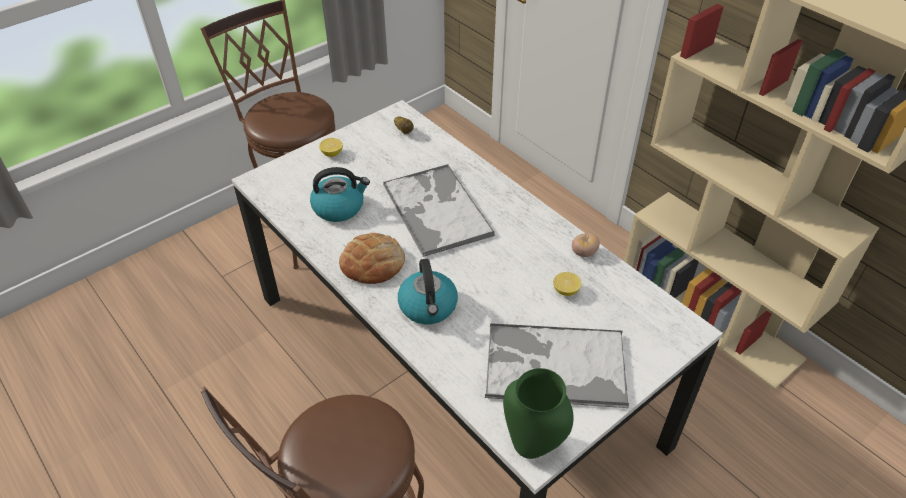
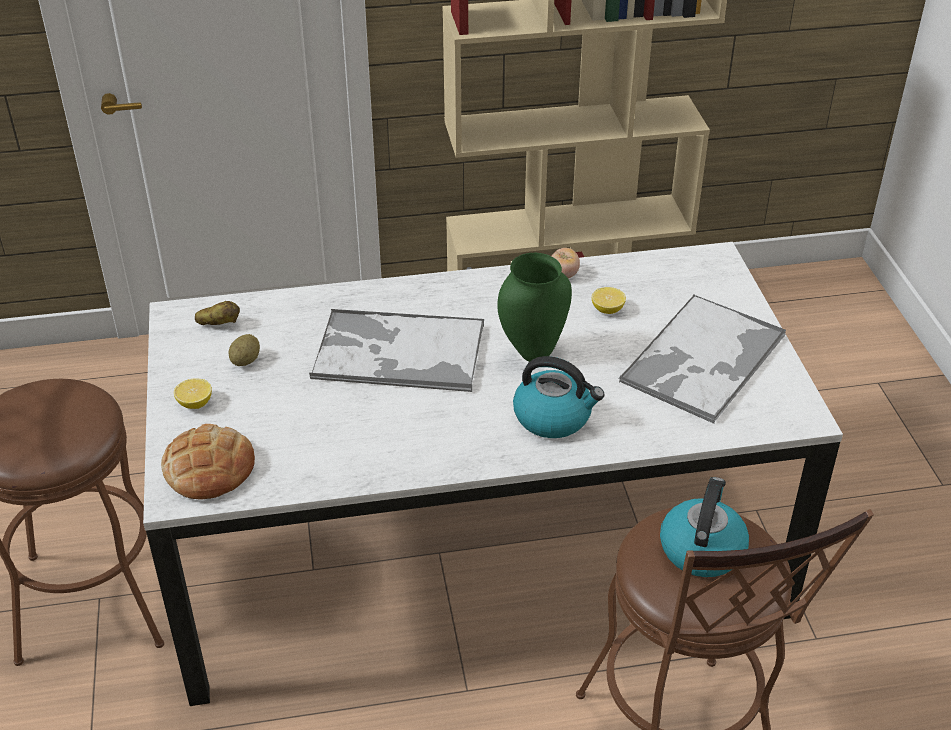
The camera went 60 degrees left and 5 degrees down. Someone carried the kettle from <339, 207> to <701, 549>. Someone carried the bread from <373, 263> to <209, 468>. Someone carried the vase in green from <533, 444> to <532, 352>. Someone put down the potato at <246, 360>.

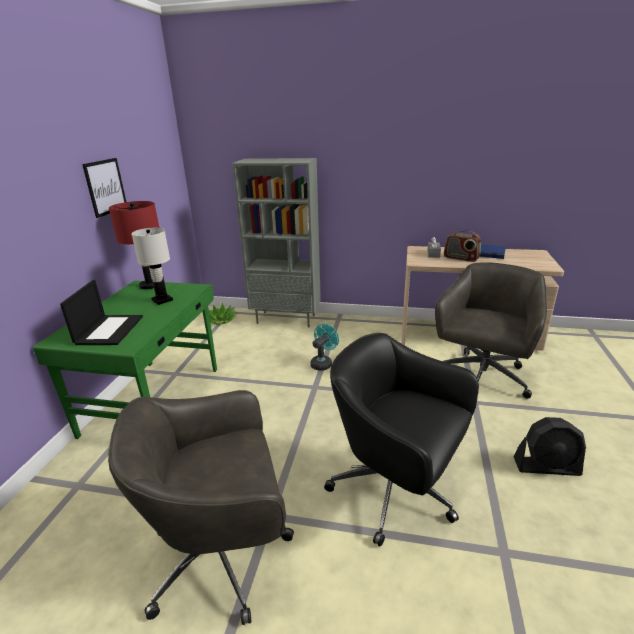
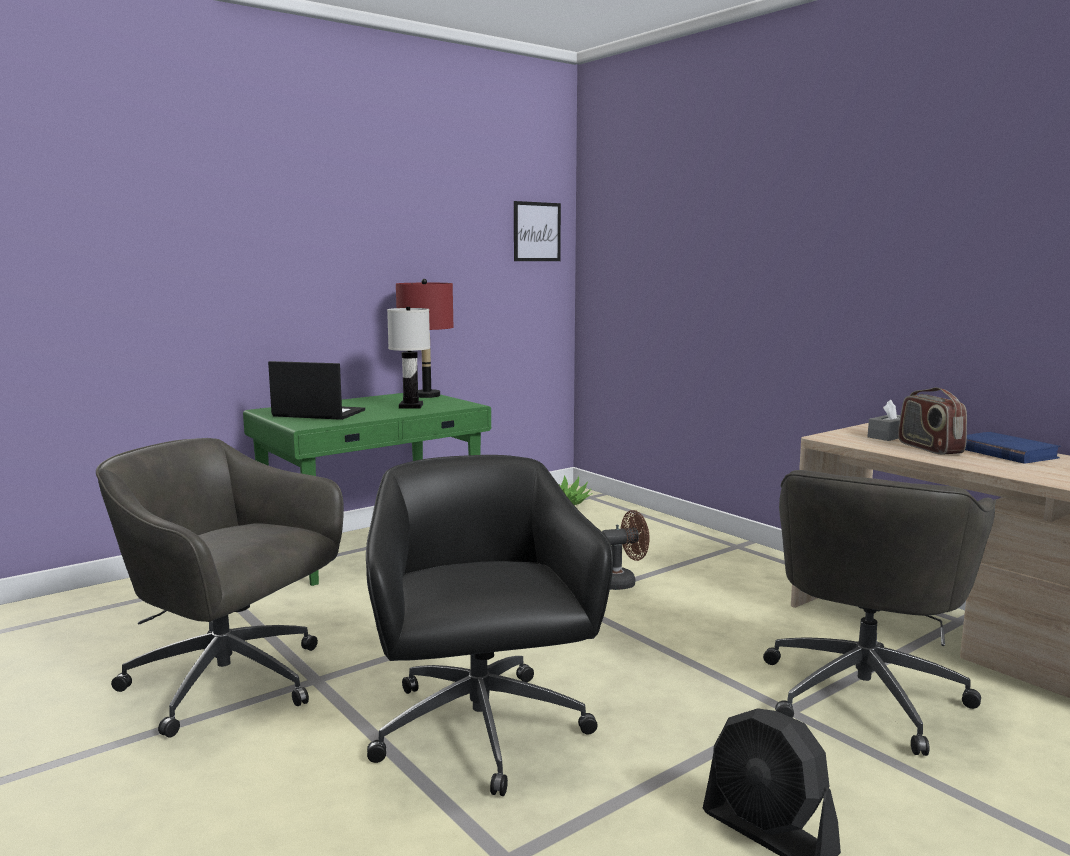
The camera went 40 degrees right and 15 degrees down. Someone carried the picture from <105, 187> to <537, 231>. Someone took away the bookcase in grey at <286, 319>. Someone rotated the office chair in grey at <481, 379> by 135 degrees clockwise. Someone rotated the laptop at <109, 330> by 120 degrees counterclockwise. Someone repainted the fan in turquoise at <323, 363>, which became the fan in brown at <622, 582>.

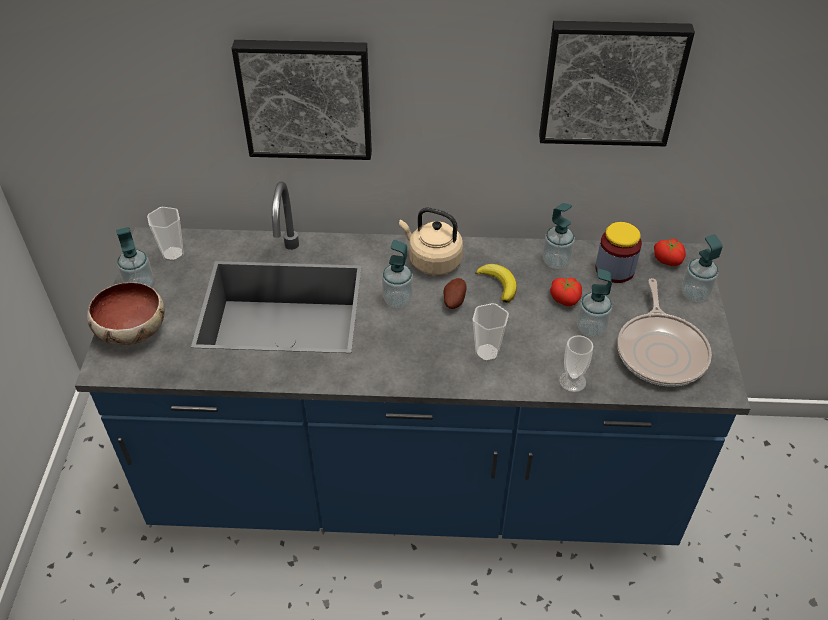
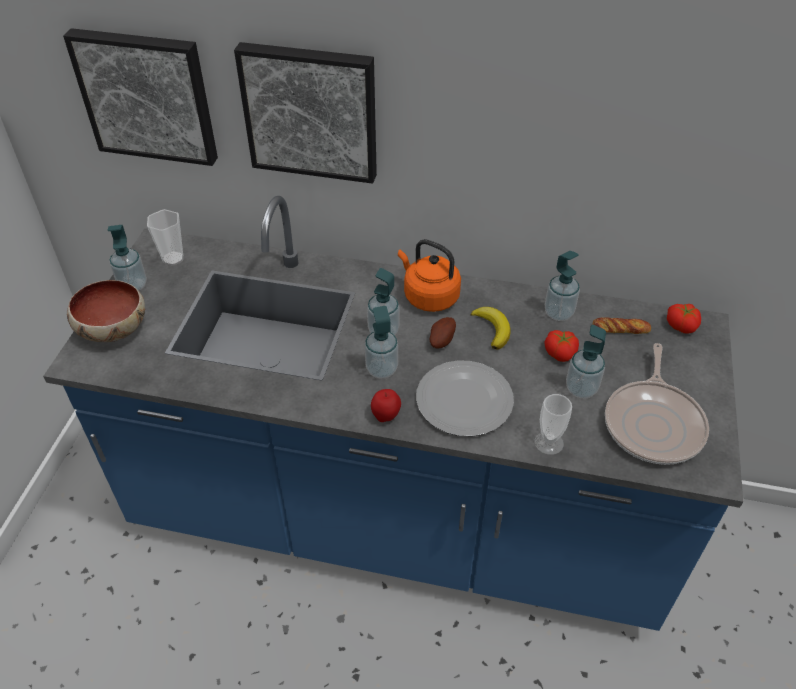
The camera went 10 degrees right and 0 degrees up. Someone carried the picture from <611, 81> to <147, 95>. Someone repainted the kettle in beige at <432, 261>, which became the kettle in orange at <428, 296>. Someone swapped the jar at <614, 269> for the bread at <620, 329>. Someone carried the soap dispenser from <694, 294> to <381, 369>. Someone swapped the cup at <487, 353> for the plate at <463, 399>. Someone put down the apple at <386, 416>.

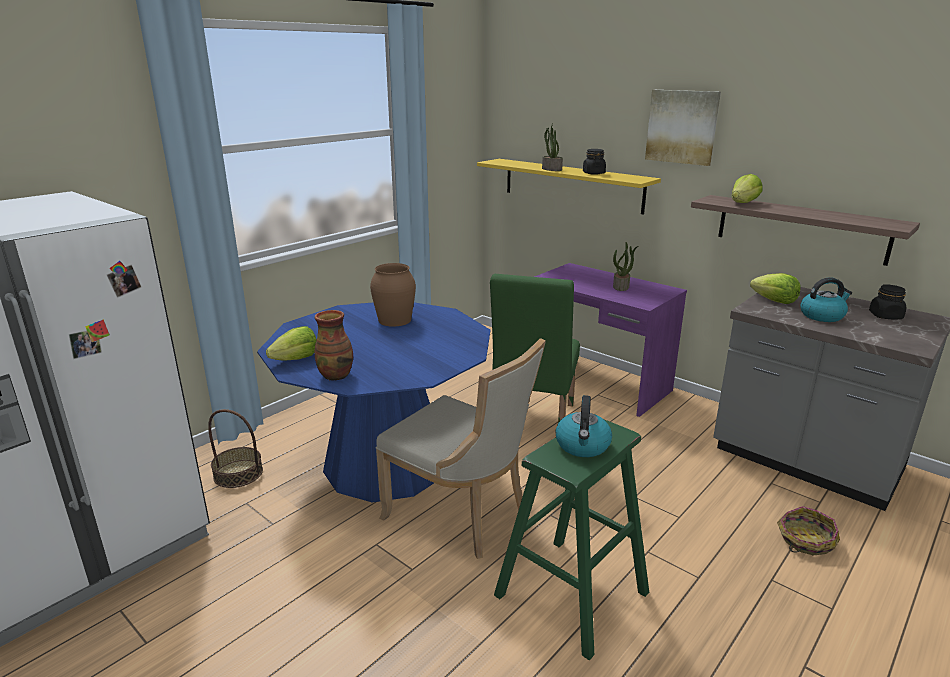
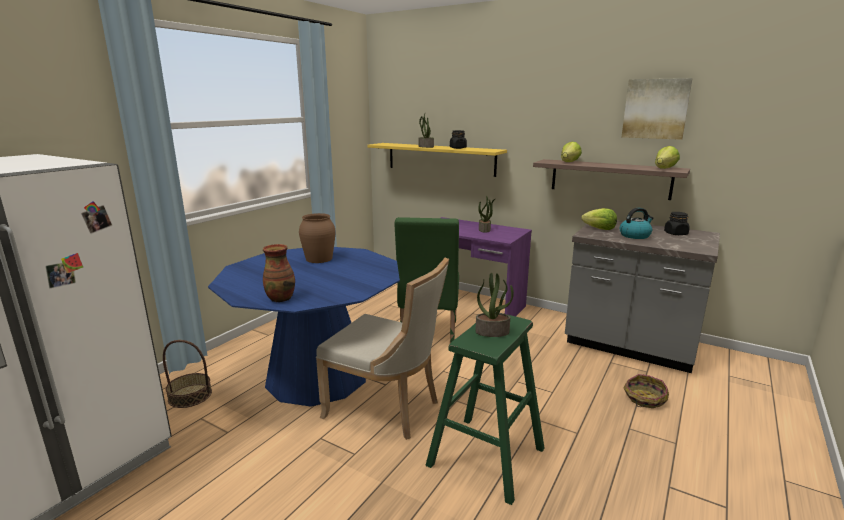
The camera went 10 degrees left and 5 degrees down. Someone carried the picture from <682, 127> to <655, 109>. Someone carried the lettuce from <296, 359> to <664, 169>. Someone swapped the kettle at <583, 446> for the potted plant at <492, 332>.

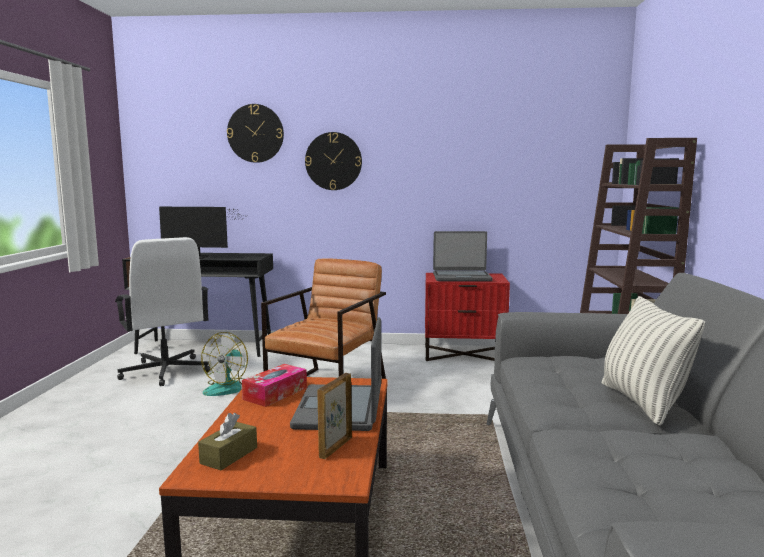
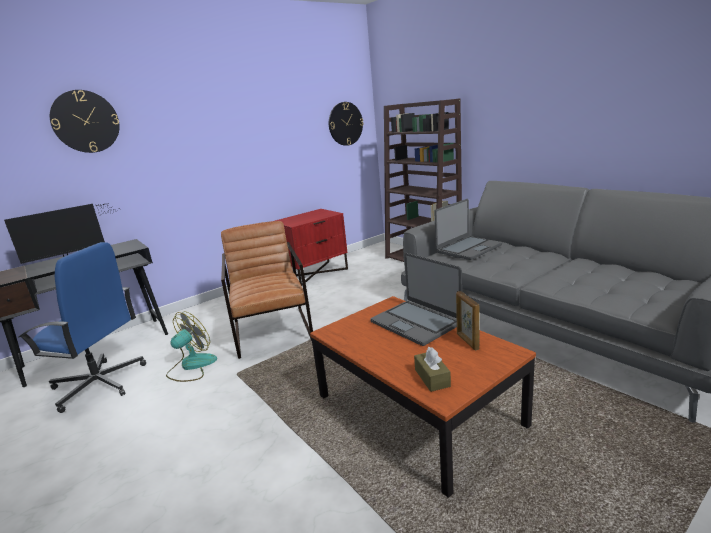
The camera went 40 degrees left and 10 degrees up. Someone carried the wall clock from <333, 161> to <345, 124>. Someone carried the laptop from <461, 277> to <468, 248>. Someone repainted the office chair in white at <165, 372>, which became the office chair in blue at <99, 384>. Someone took away the pillow at <642, 402>. Someone rotated the fan at <228, 387> by 120 degrees counterclockwise. Someone took away the tissue box at <275, 393>.

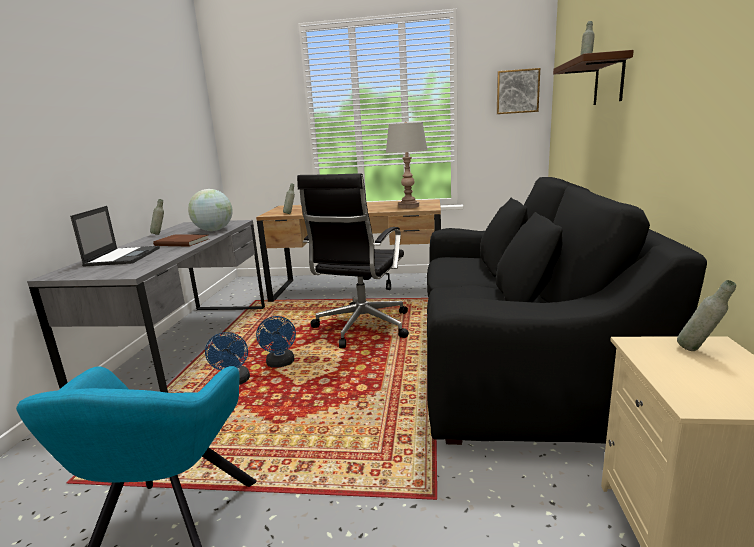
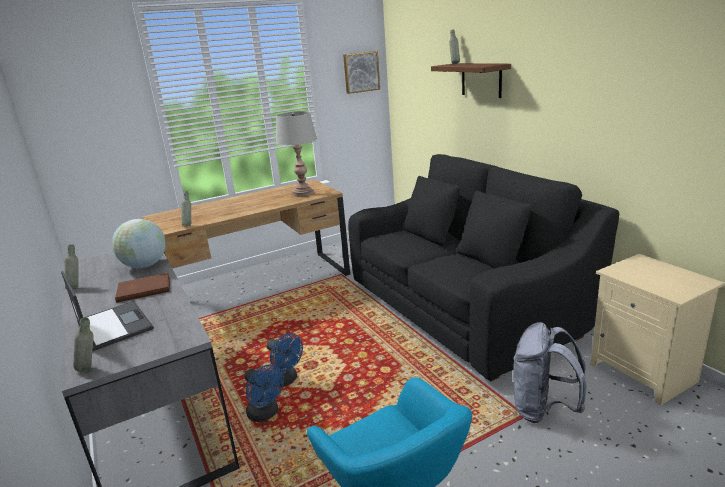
The camera went 35 degrees left and 5 degrees up. Someone took away the office chair in black at <361, 327>. Someone carried the bottle in grey from <698, 351> to <90, 369>. Someone put down the backpack in grey at <543, 409>.

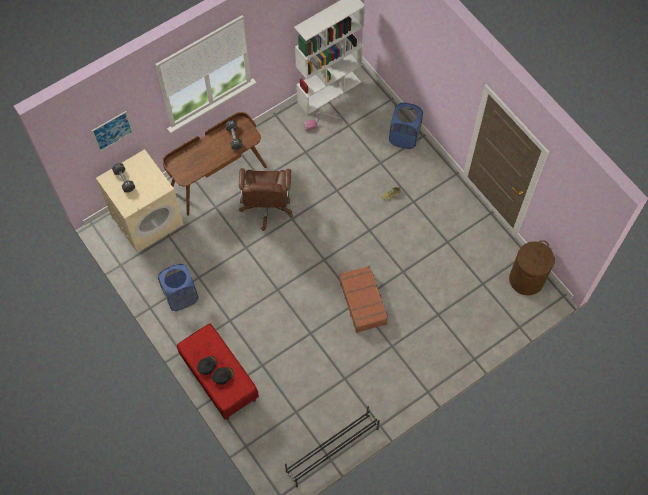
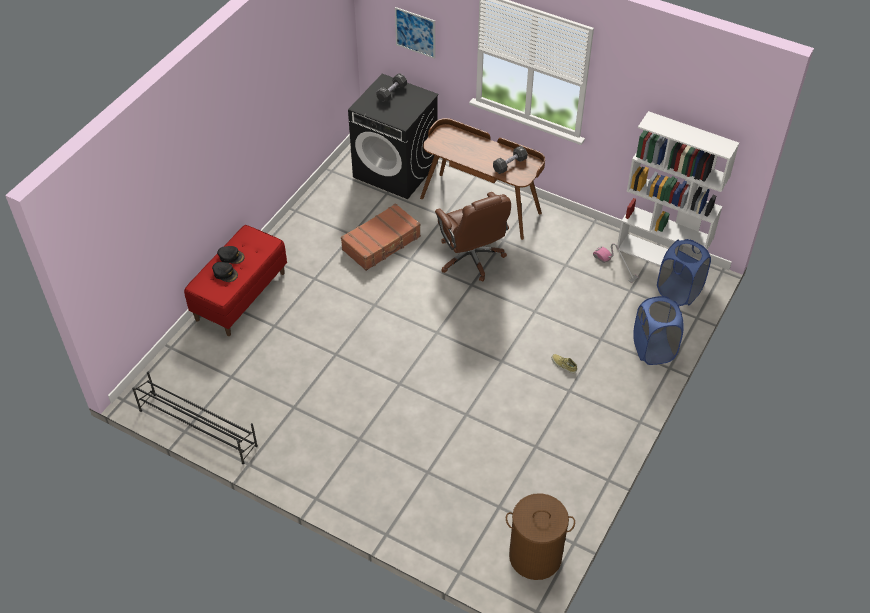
The camera went 65 degrees right and 15 degrees down. Someone repainted the washing machine in beige at <147, 219>, which became the washing machine in black at <396, 170>. Someone rotated the office chair in brown at <267, 207> by 90 degrees counterclockwise. Someone carried the laundry basket in blue from <181, 296> to <678, 291>. Someone carried the suitcase in brown from <363, 301> to <382, 243>.

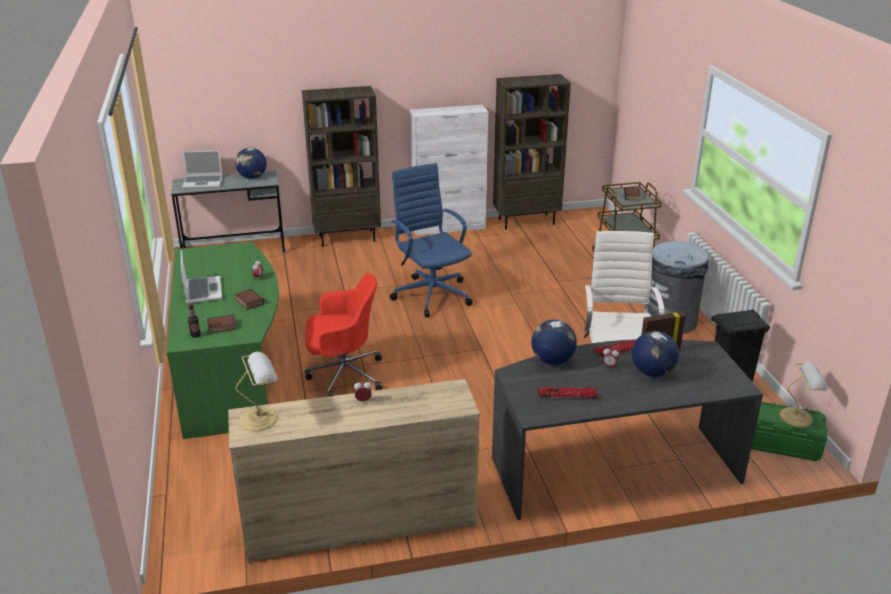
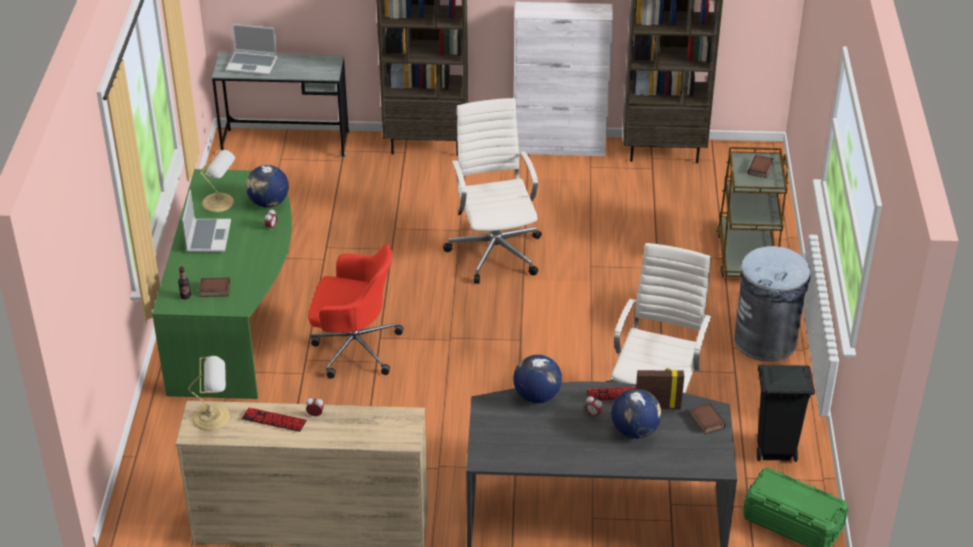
The camera went 15 degrees right and 10 degrees up. Someone carried the globe from <252, 177> to <268, 203>. Someone repainted the office chair in blue at <431, 294>, which became the office chair in white at <495, 250>. Someone carried the book from <248, 302> to <706, 421>. Someone carried the table lamp from <797, 417> to <220, 202>. Someone carried the keyboard from <567, 394> to <274, 420>.

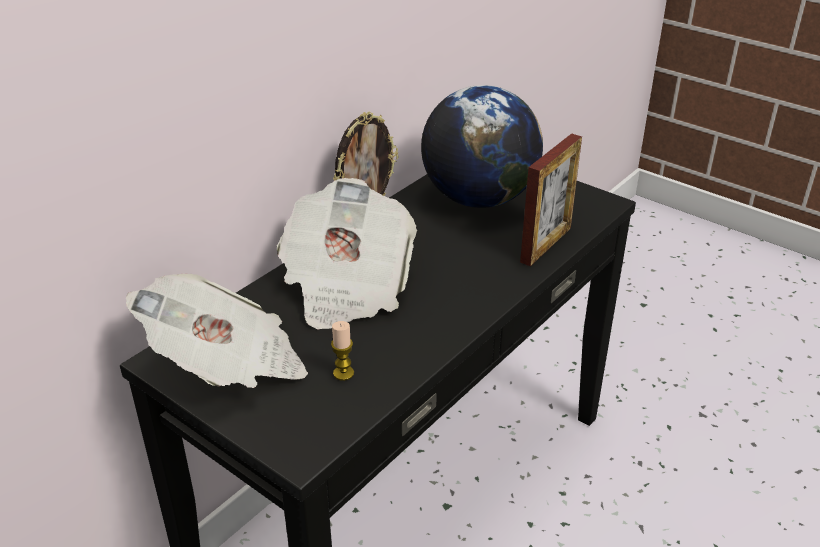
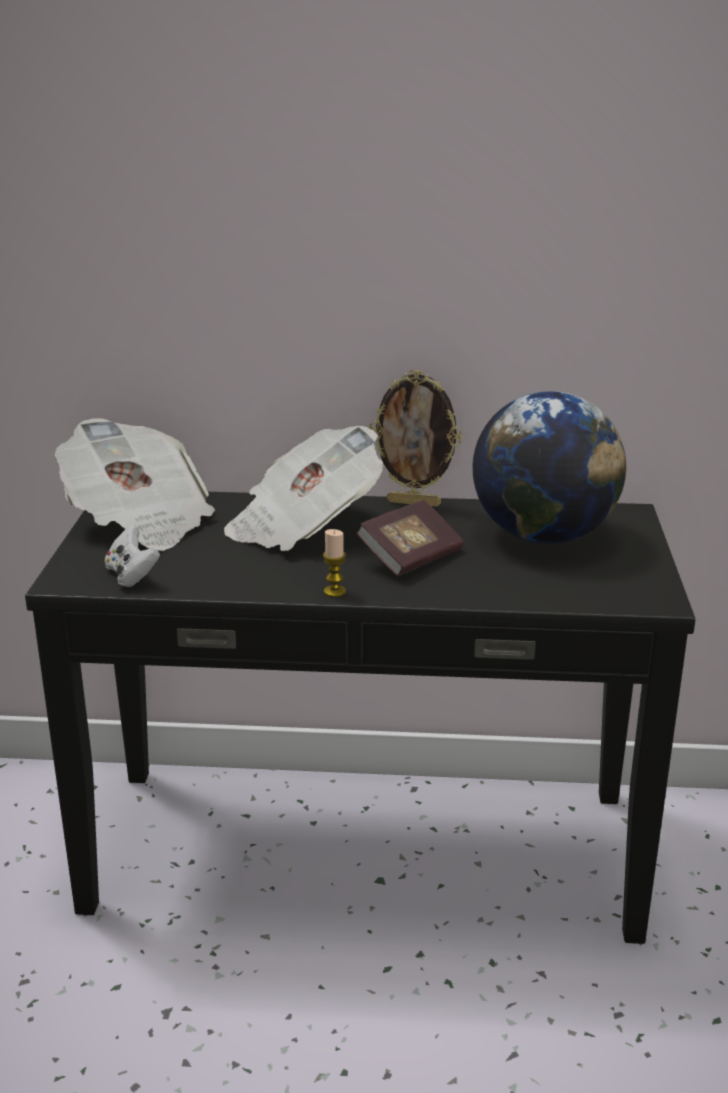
The camera went 55 degrees right and 10 degrees down. Someone took away the picture frame at <546, 245>. Someone carried the candle from <343, 373> to <334, 591>. Someone put down the book at <410, 558>. Someone put down the game controller in white at <131, 576>.

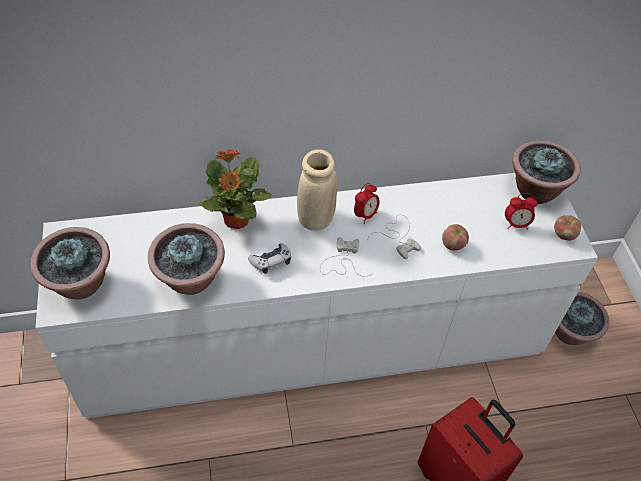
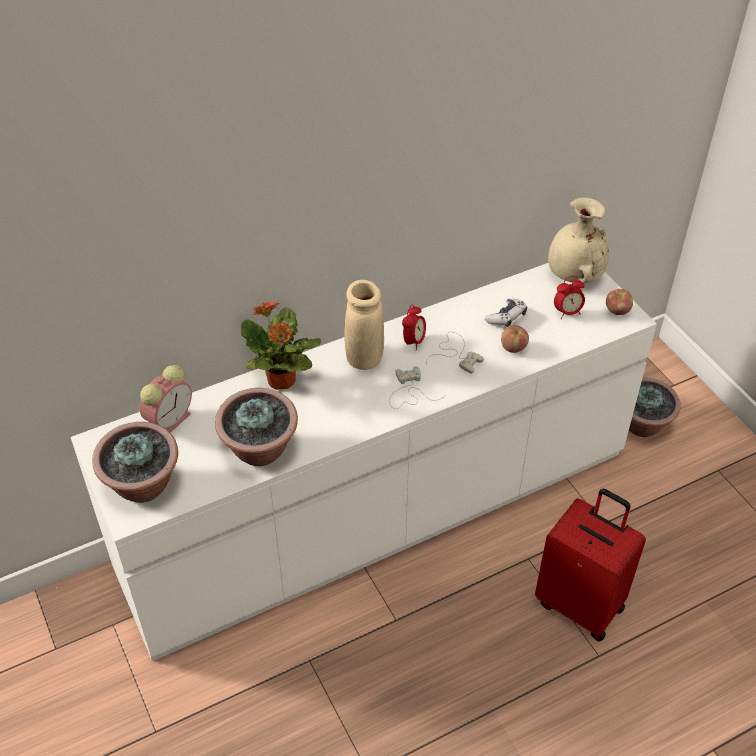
The camera went 15 degrees left and 5 degrees down. Someone swapped the potted plant at <535, 190> for the vase in beige at <573, 275>. Someone carried the game controller from <271, 261> to <506, 317>. Someone put down the alarm clock at <170, 420>.

